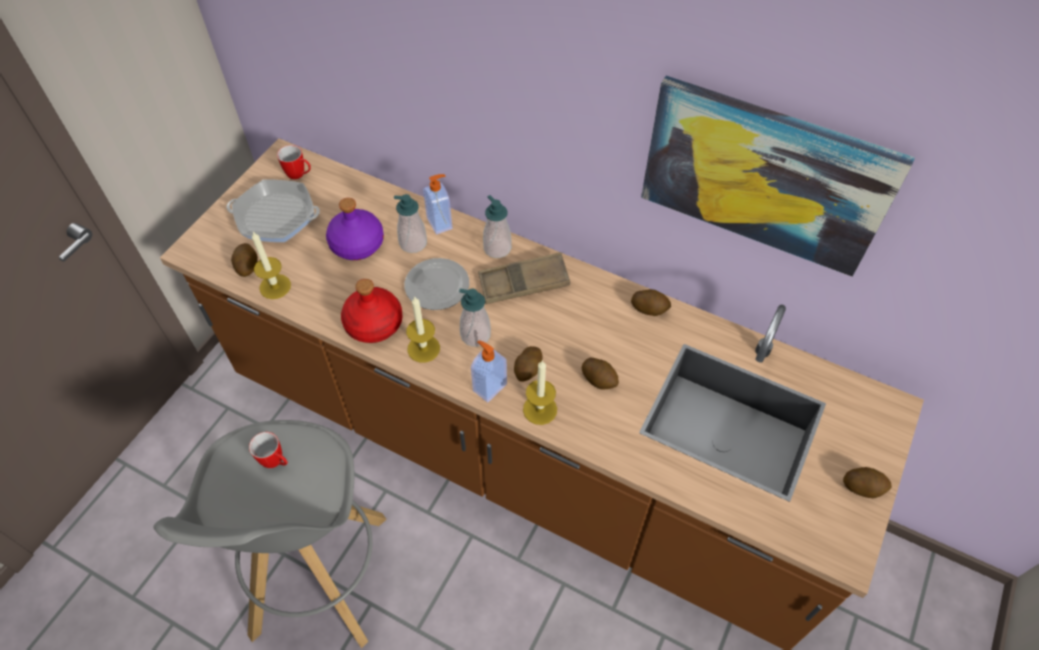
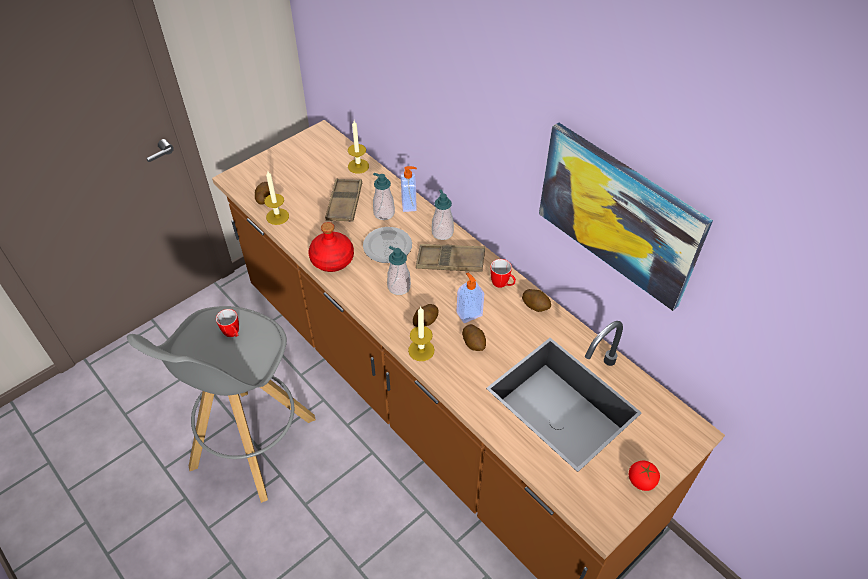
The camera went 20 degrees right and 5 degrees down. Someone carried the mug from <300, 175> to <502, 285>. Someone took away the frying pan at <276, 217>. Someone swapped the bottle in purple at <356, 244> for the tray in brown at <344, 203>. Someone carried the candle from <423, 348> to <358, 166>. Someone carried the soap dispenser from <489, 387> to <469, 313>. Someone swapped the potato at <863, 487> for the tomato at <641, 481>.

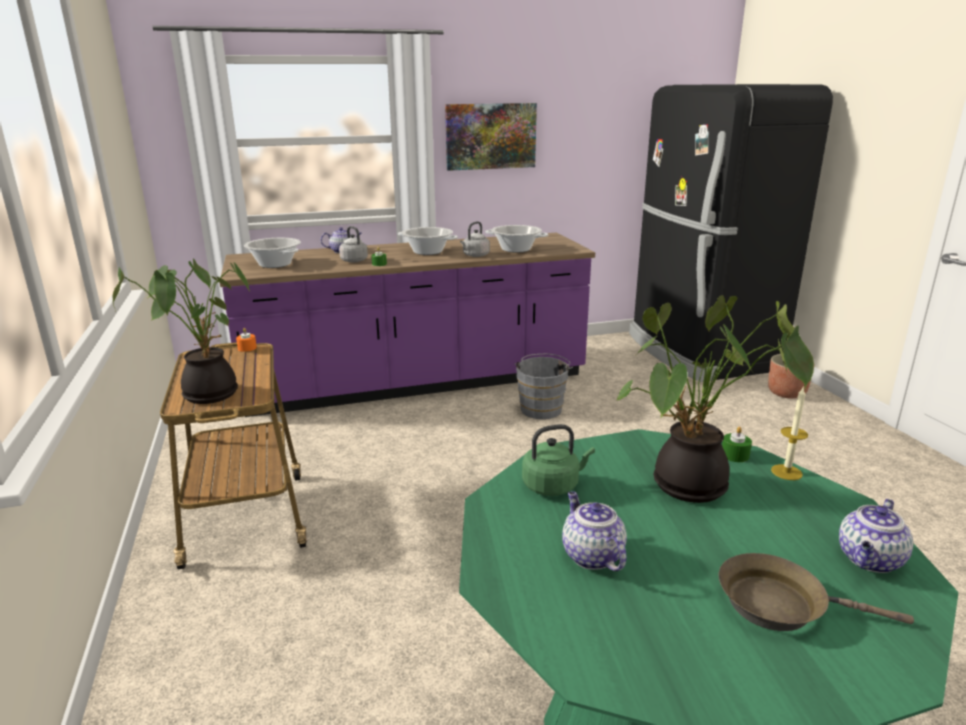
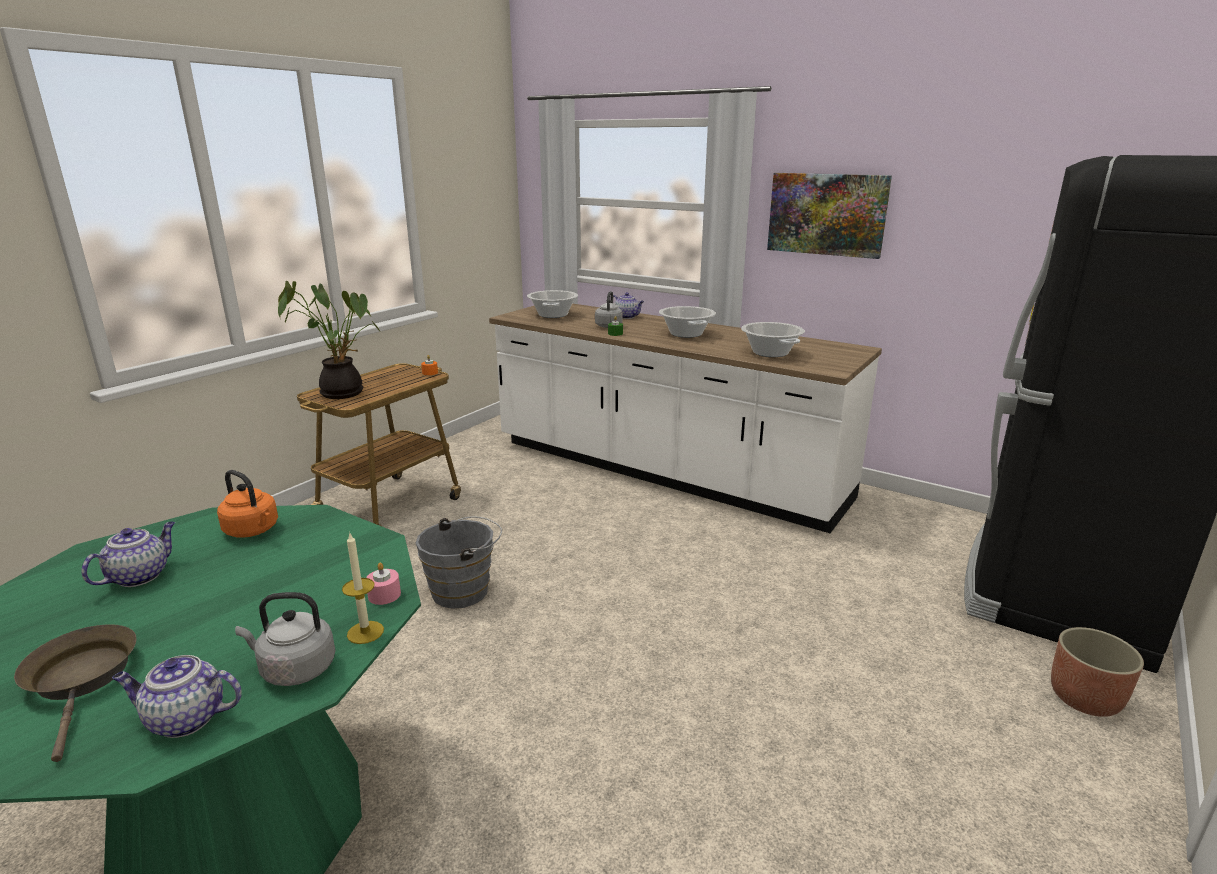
The camera went 50 degrees right and 0 degrees up. Someone carried the kettle in grey from <475, 255> to <294, 669>. Someone repainted the counter in purple at <416, 383>, which became the counter in white at <665, 471>. Someone took away the potted plant at <689, 489>. Someone carried the bucket in grey from <542, 408> to <465, 590>. Someone repainted the kettle in green at <553, 485>, which became the kettle in orange at <253, 530>. Someone repainted the candle in green at <735, 455>, which became the candle in pink at <384, 595>.

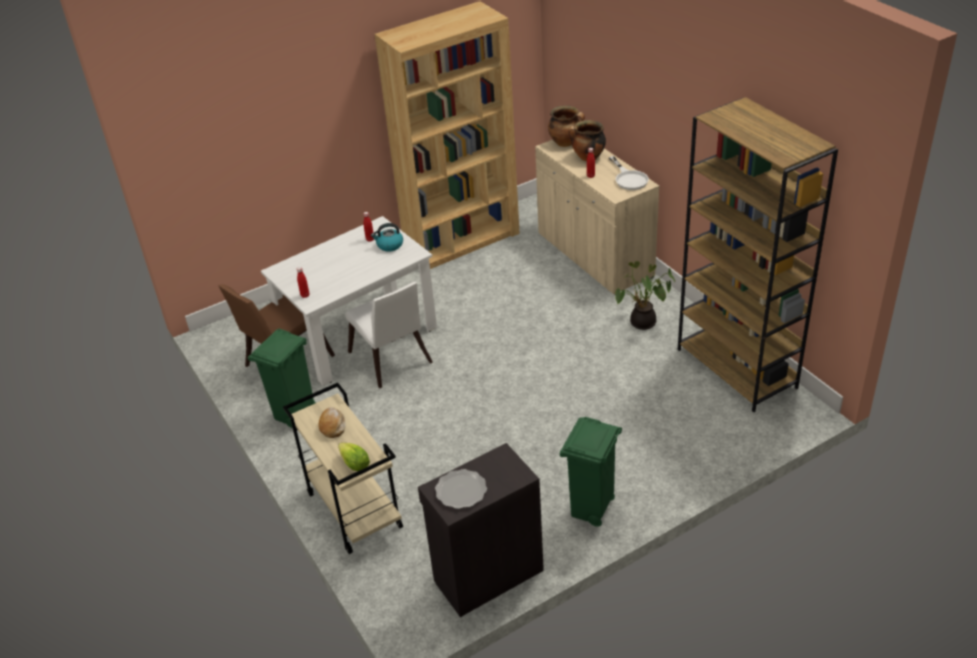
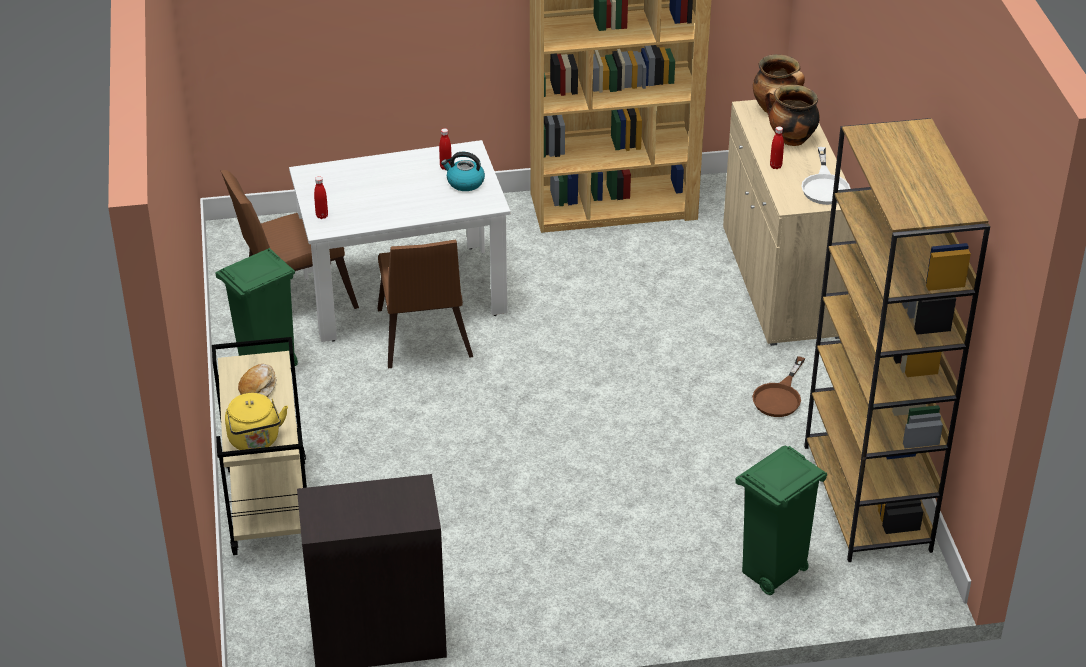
The camera went 20 degrees right and 0 degrees up. Someone swapped the potted plant at <641, 324> for the frying pan in brown at <780, 396>. Someone repainted the chair in white at <391, 361>, which became the chair in brown at <423, 339>. Someone carried the trash can in green from <591, 510> to <772, 573>. Someone swapped the lettuce at <355, 464> for the kettle in yellow at <255, 441>. Someone took away the plate at <460, 491>.

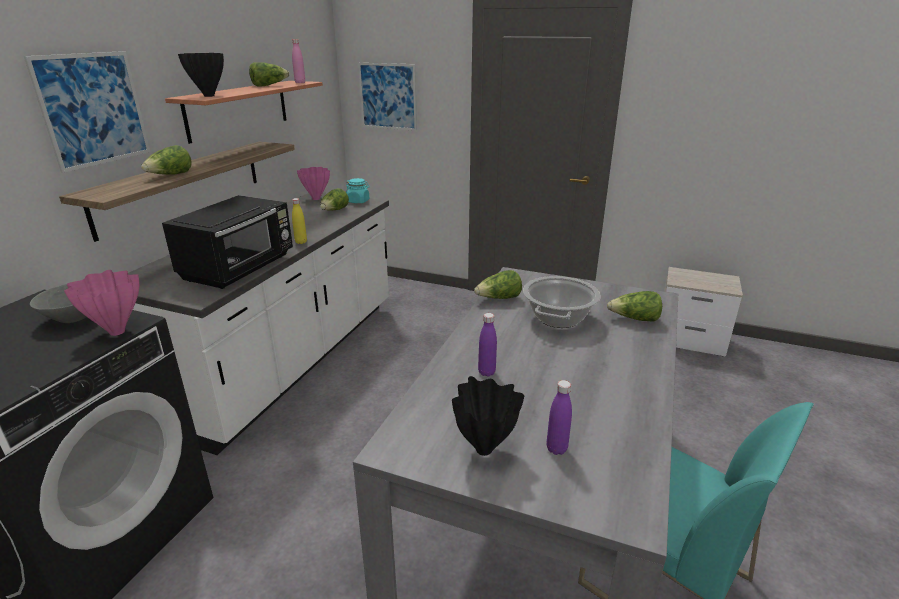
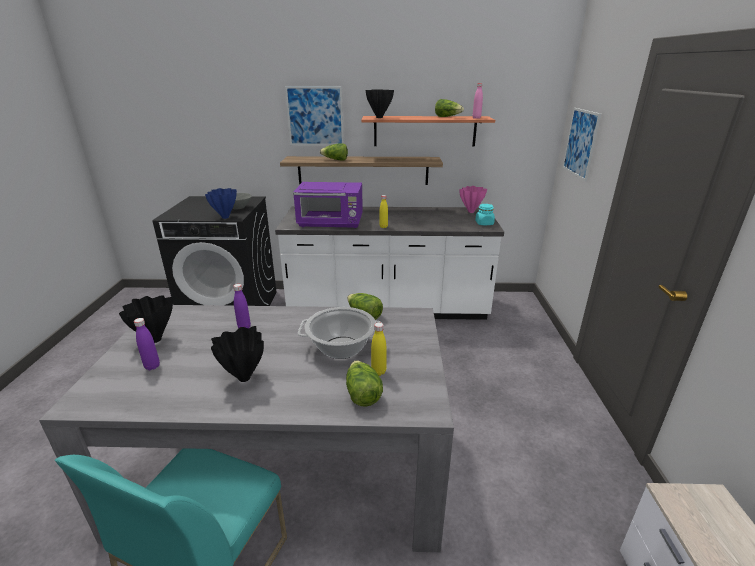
The camera went 70 degrees right and 0 degrees up. Someone took away the lettuce at <334, 211>. Someone repainted the microwave in black at <240, 268>, which became the microwave in purple at <331, 223>. Someone repainted the vase in pink at <117, 331>, which became the vase in blue at <226, 217>. Someone put down the bottle in yellow at <378, 371>. Someone put down the vase in black at <243, 379>.

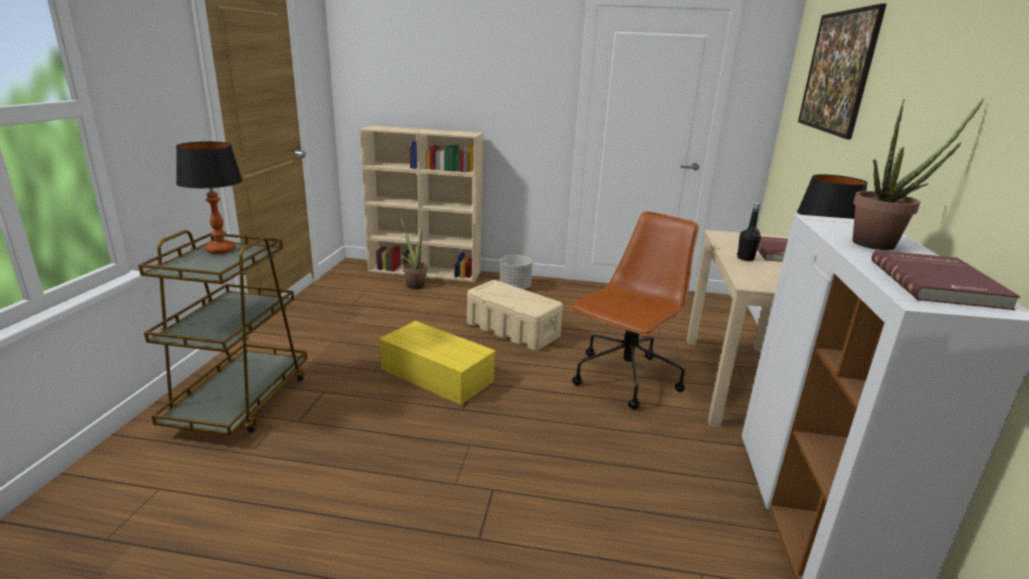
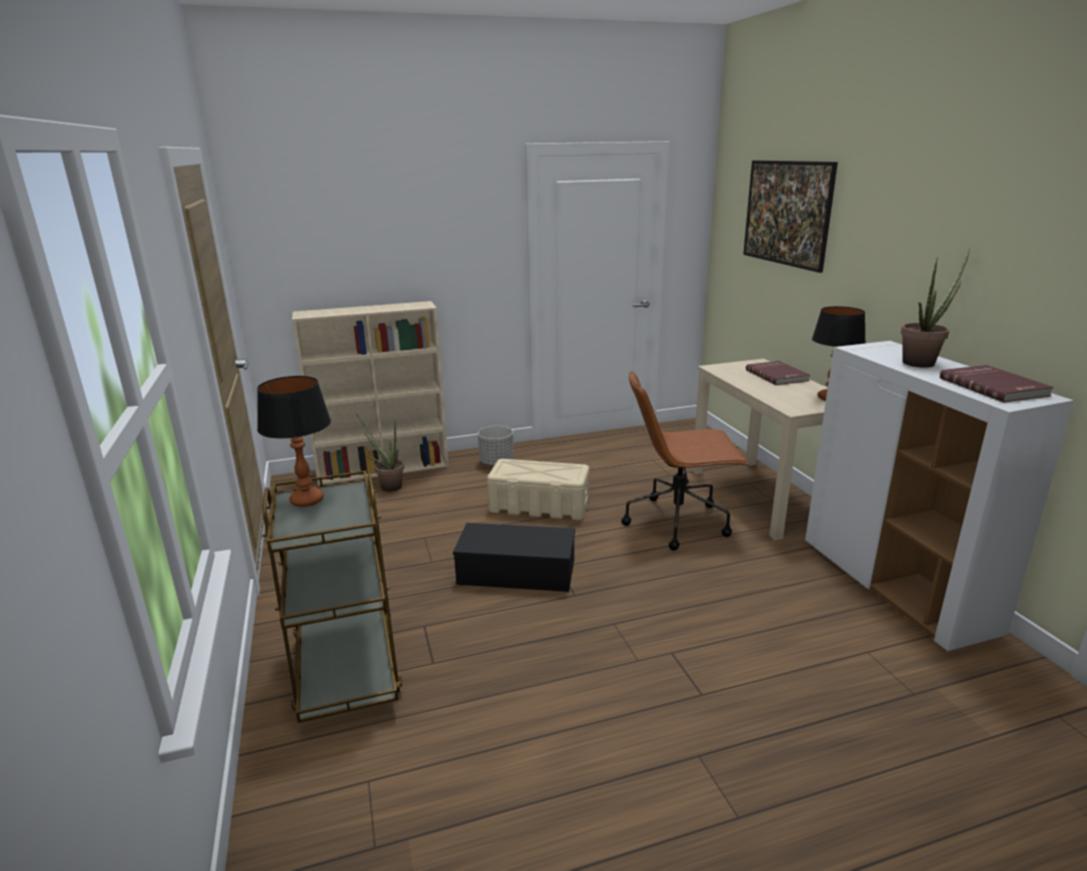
The camera went 25 degrees left and 0 degrees up. Someone took away the bottle in black at <745, 258>. Someone rotated the office chair in brown at <625, 379> by 105 degrees counterclockwise. Someone repainted the storage box in yellow at <434, 375>, which became the storage box in black at <514, 572>.

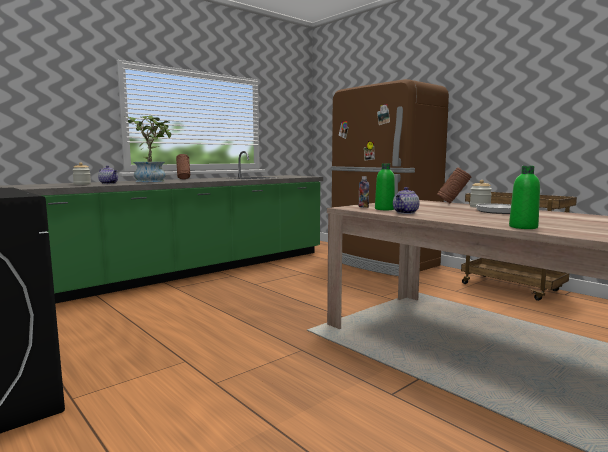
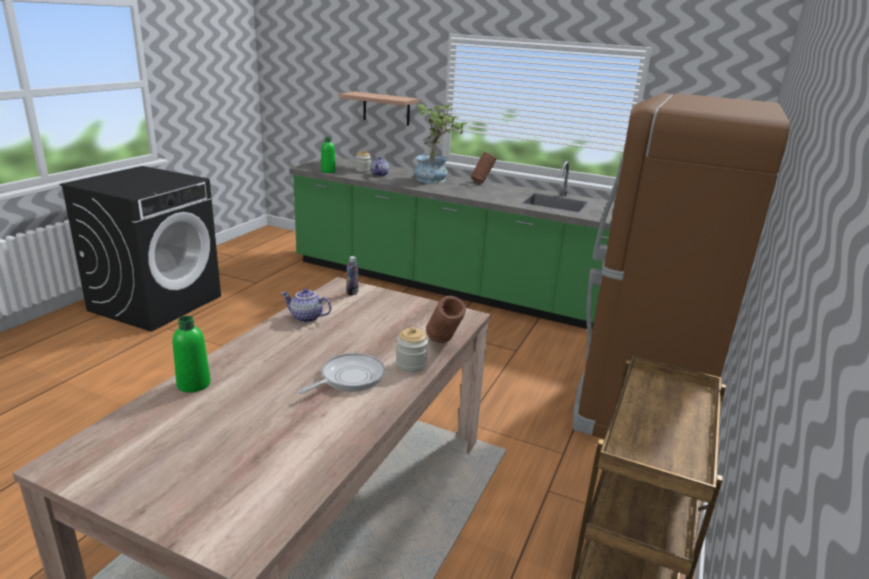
The camera went 65 degrees right and 15 degrees up. Someone carried the bottle in green from <384, 209> to <328, 171>. Someone put up the shelf at <386, 108>.

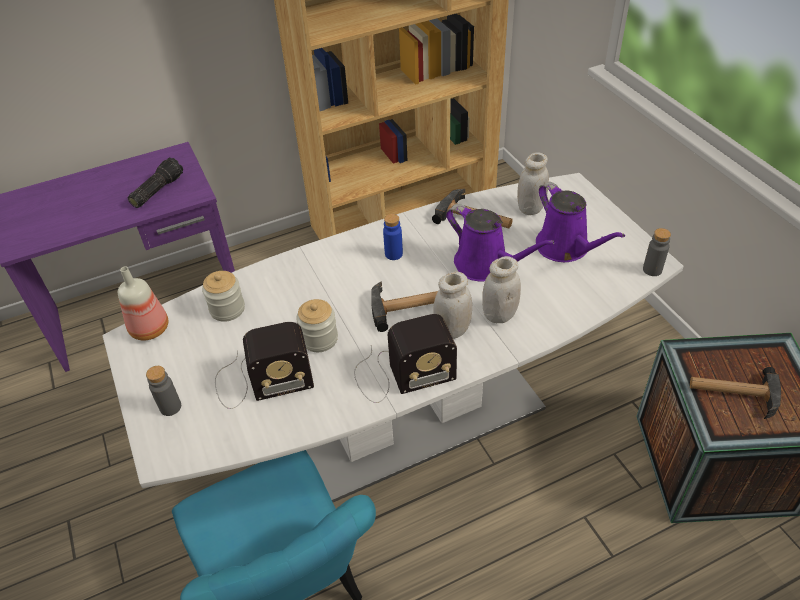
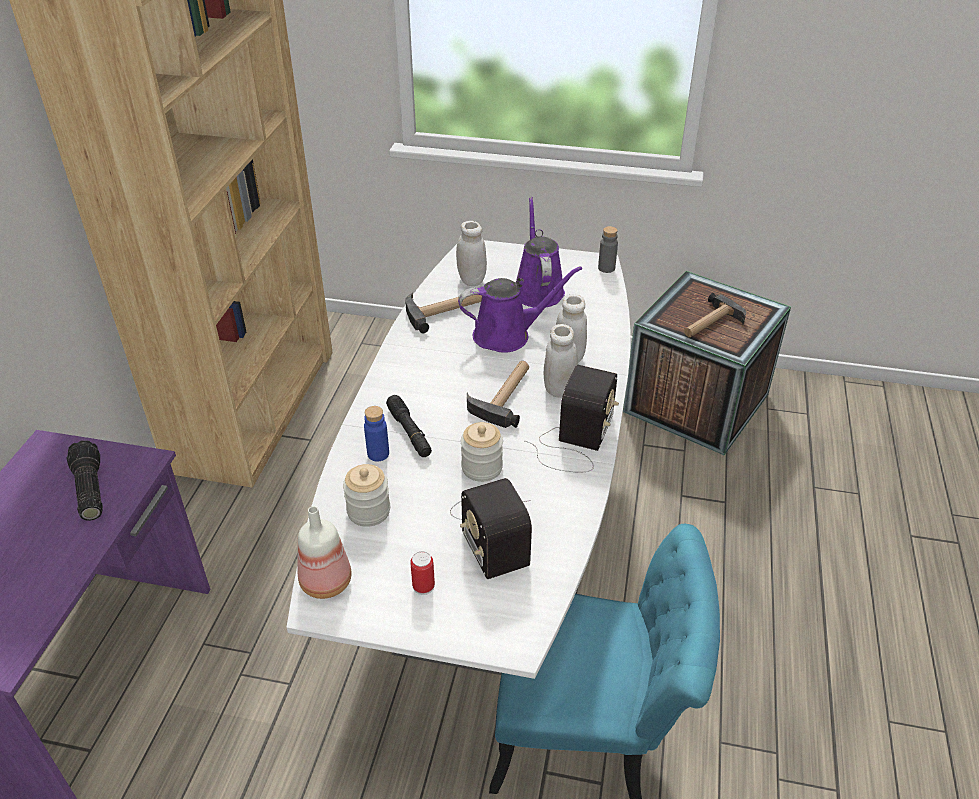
The camera went 55 degrees left and 5 degrees down. Someone rotated the watering can in purple at <566, 248> by 105 degrees counterclockwise. Someone carried the bottle in blue from <393, 254> to <378, 454>. Someone rotated the radio at <260, 380> by 135 degrees clockwise. Someone took away the bottle in grey at <170, 407>. Someone put down the flashlight in black at <409, 432>. Someone put down the can at <423, 586>.

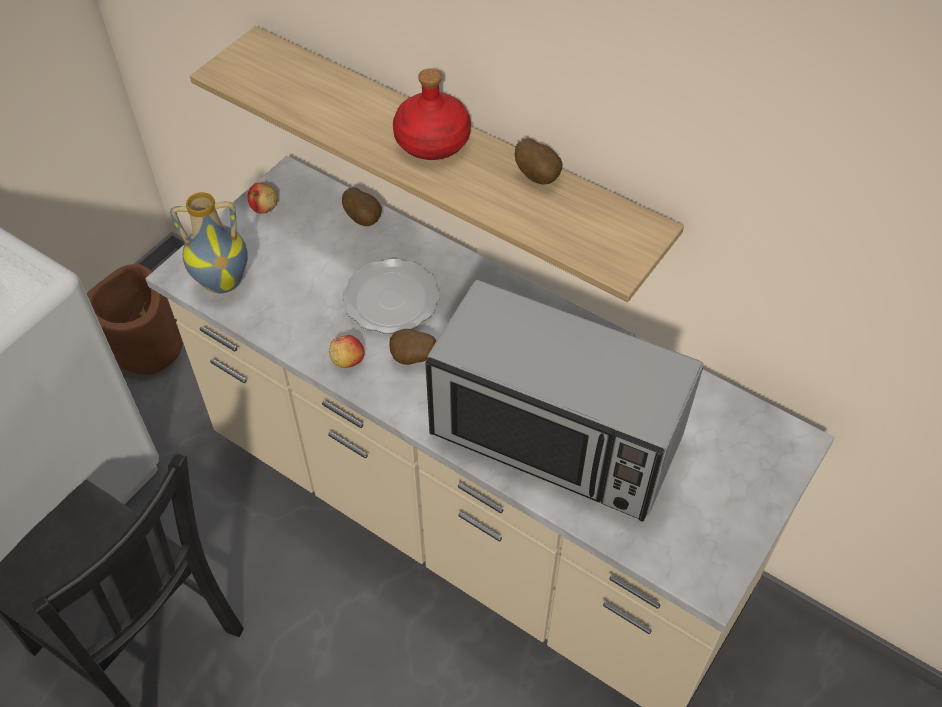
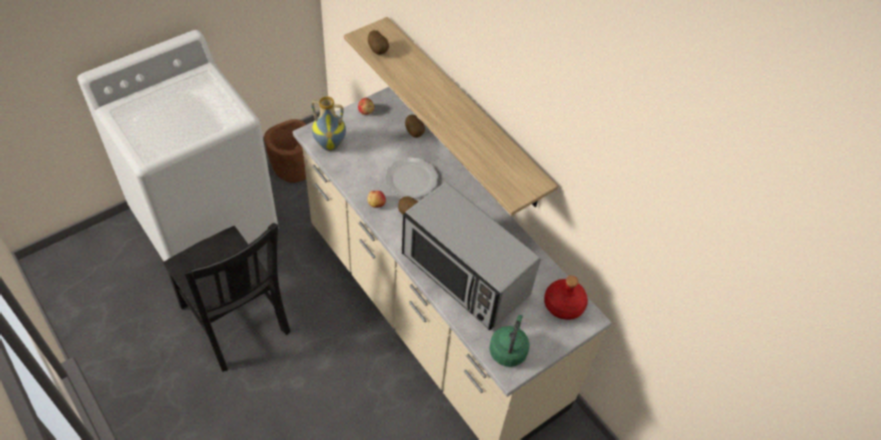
The camera went 15 degrees right and 0 degrees up. Someone carried the bottle in red from <433, 141> to <564, 305>. Someone carried the potato from <538, 176> to <378, 50>. Someone put down the kettle in green at <508, 350>.

